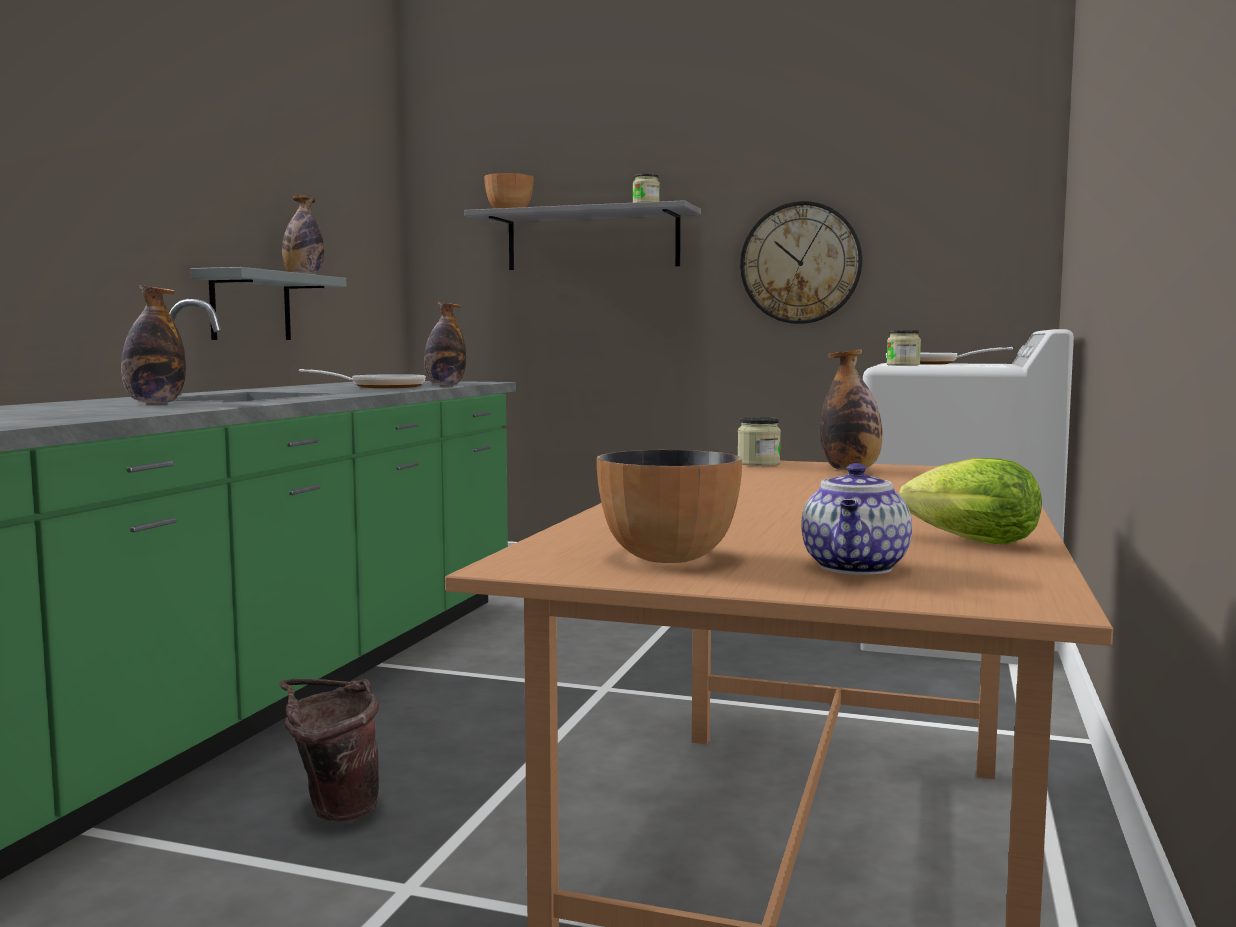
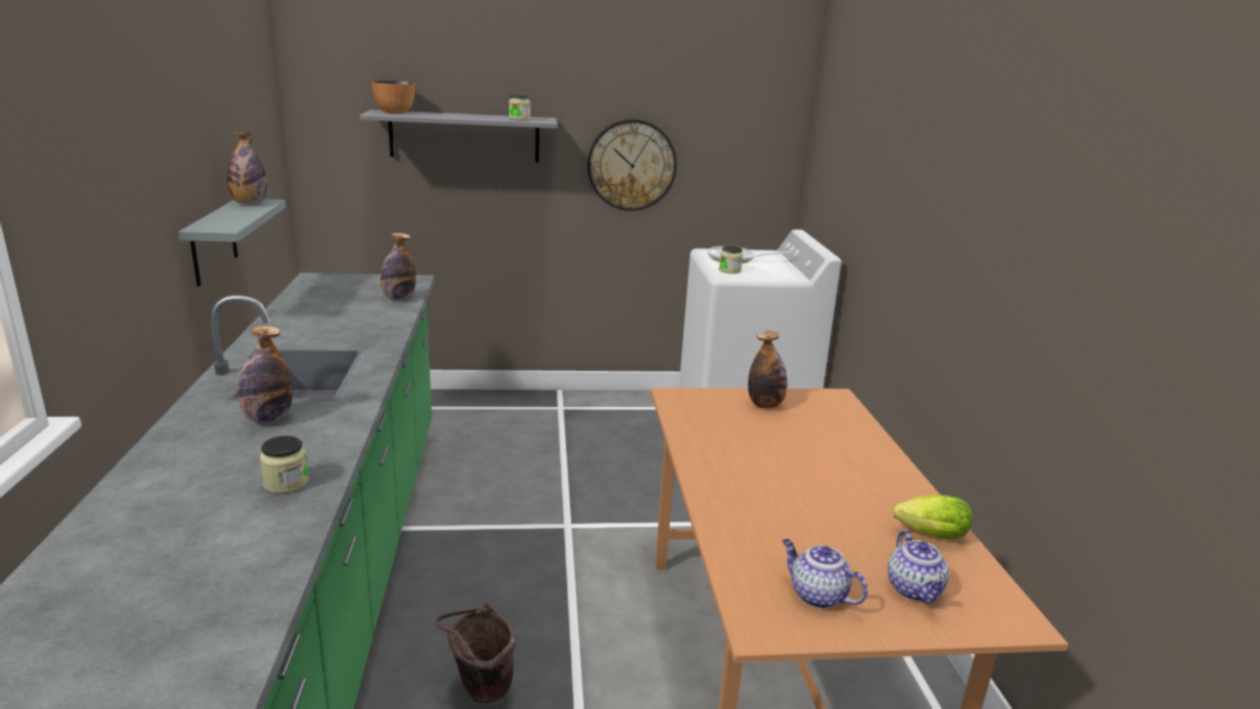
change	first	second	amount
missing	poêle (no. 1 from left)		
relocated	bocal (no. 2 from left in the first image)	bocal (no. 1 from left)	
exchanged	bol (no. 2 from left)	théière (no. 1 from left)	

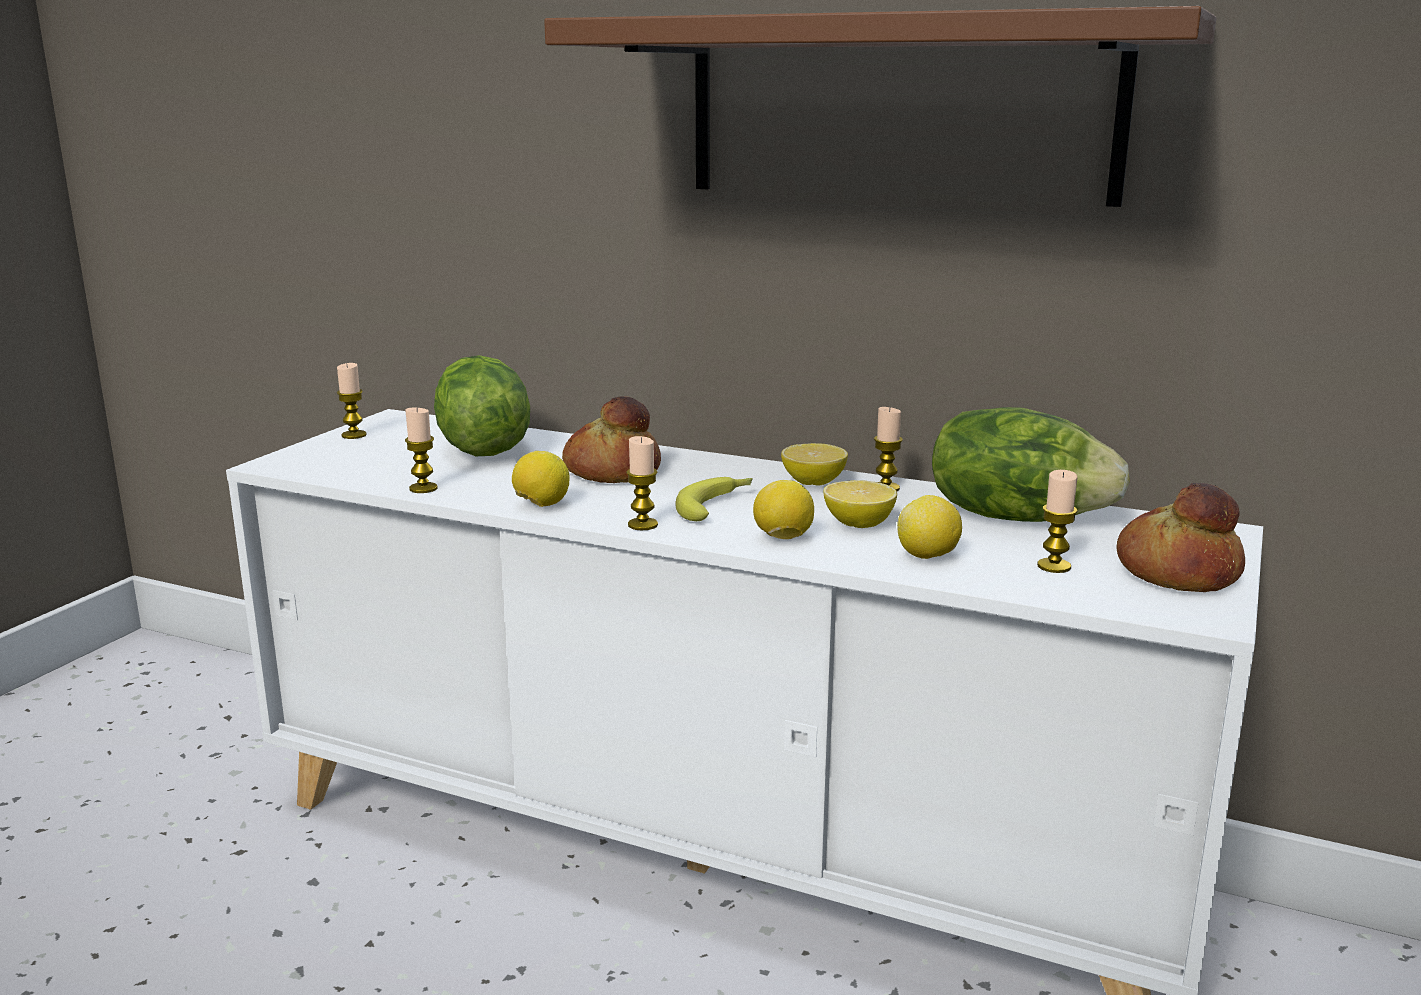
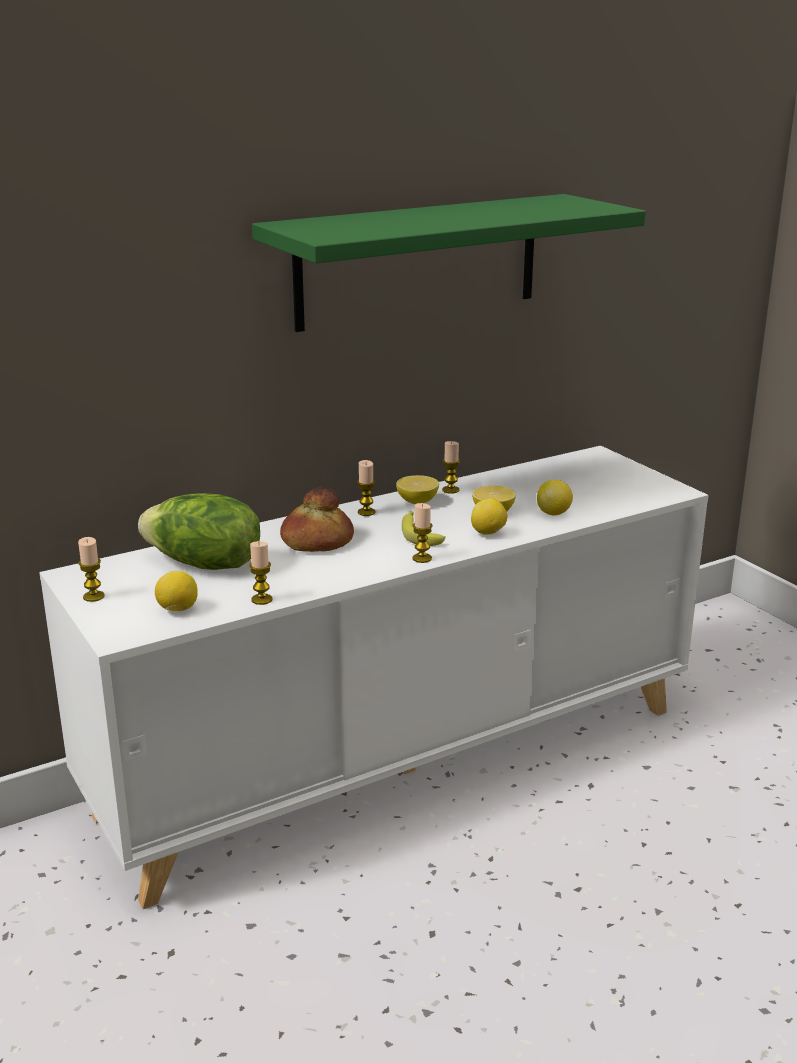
change	first	second	amount
colour	étagère (marron)	étagère (vert)	
missing	laitue (no. 2 from left)		
relocated	citron (no. 1 from left)		
relocated	bougie (no. 5 from left in the first image)	bougie (no. 3 from left)	
missing	pain (no. 2 from left)		

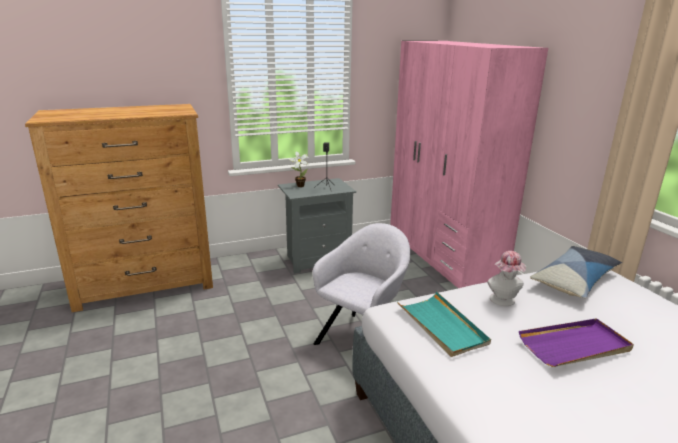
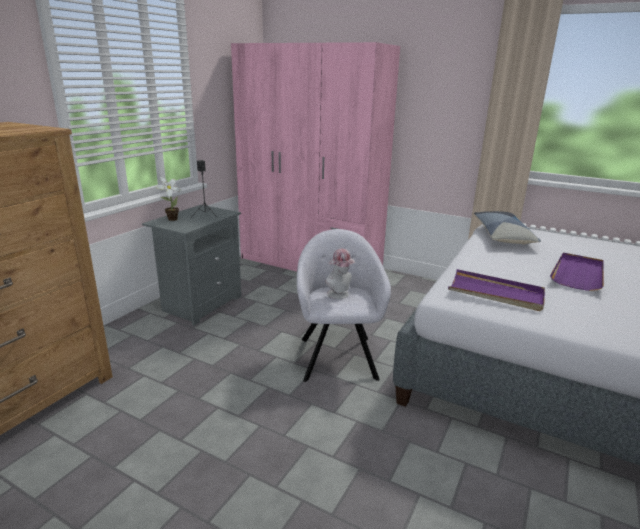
change	first	second	amount
relocated	chapeau		
colour	plateau (turquoise)	plateau (violet) (no. 1 from left)	

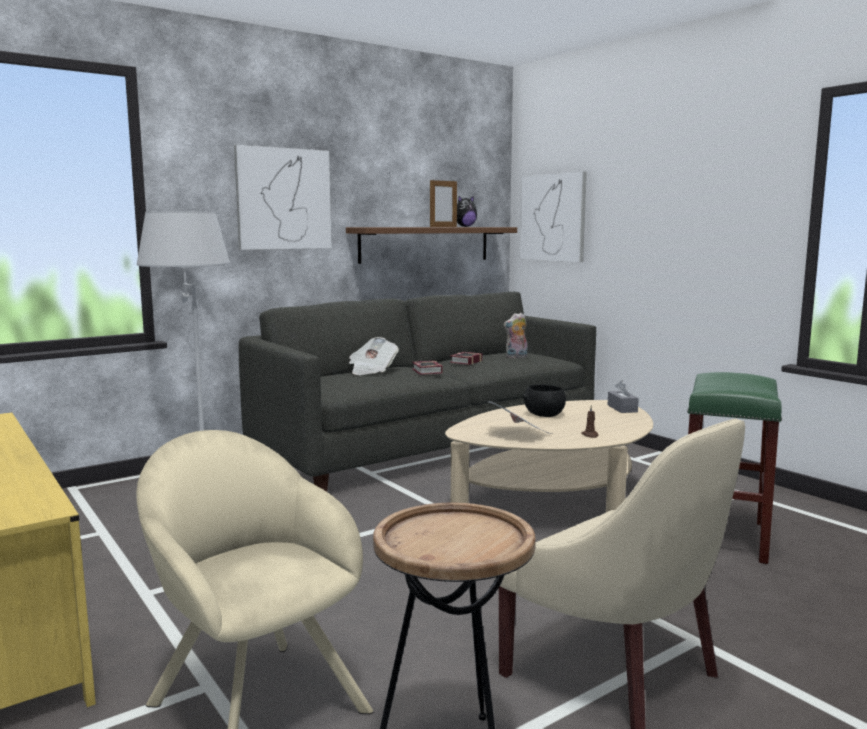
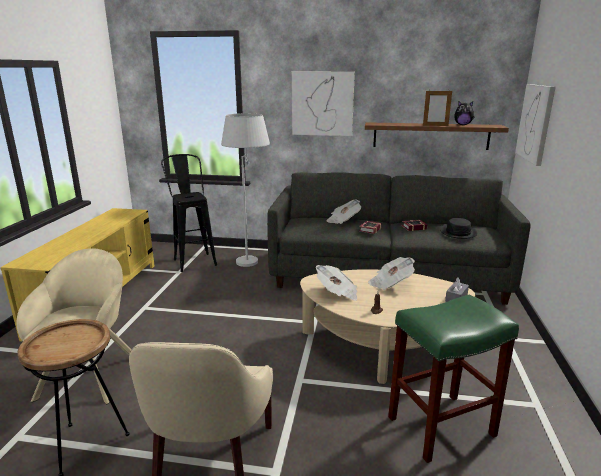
change	first	second	amount
exchanged	peluche (no. 2 from left)	chapeau (noir)	
exchanged	bol (noir)	journal (no. 3 from left)	
appeared		tabouret (noir)	

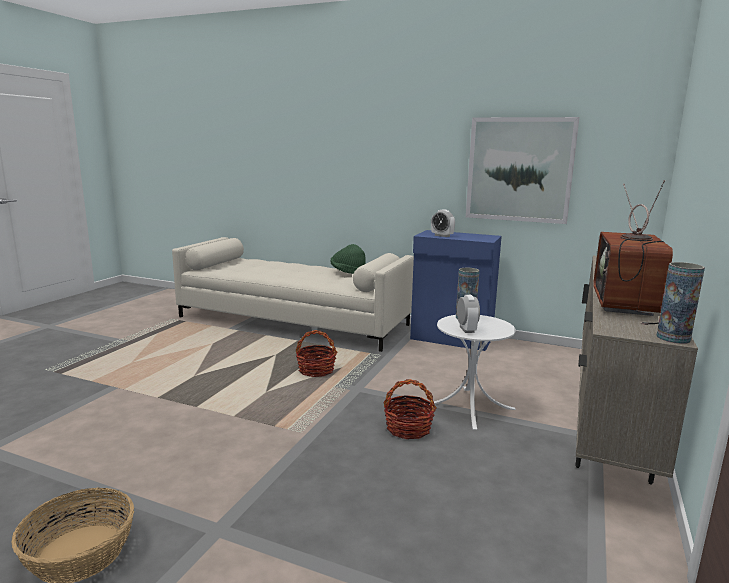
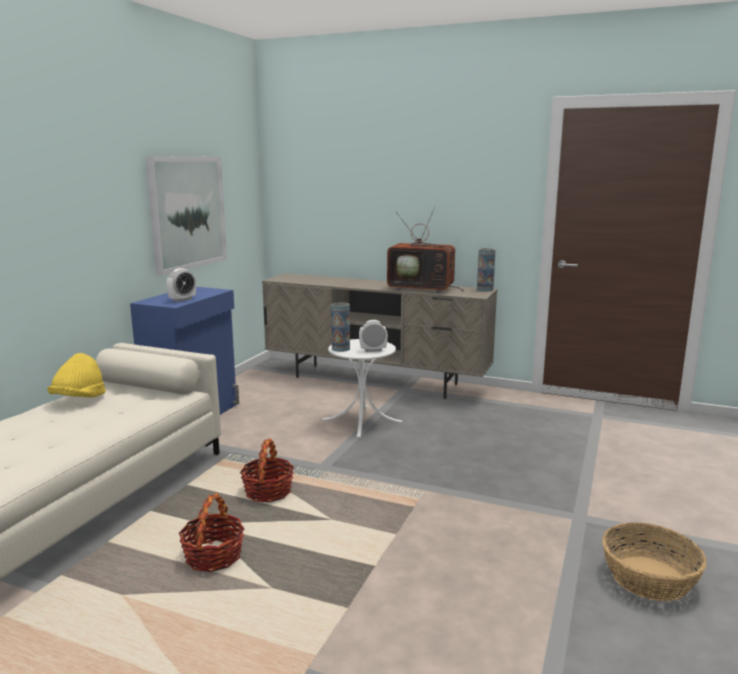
change	first	second	amount
colour	chapeau (vert)	chapeau (jaune)	
relocated	panier (no. 3 from left in the first image)	panier (no. 1 from left)	

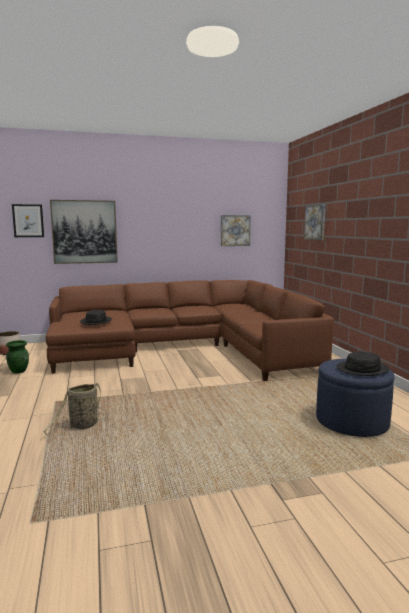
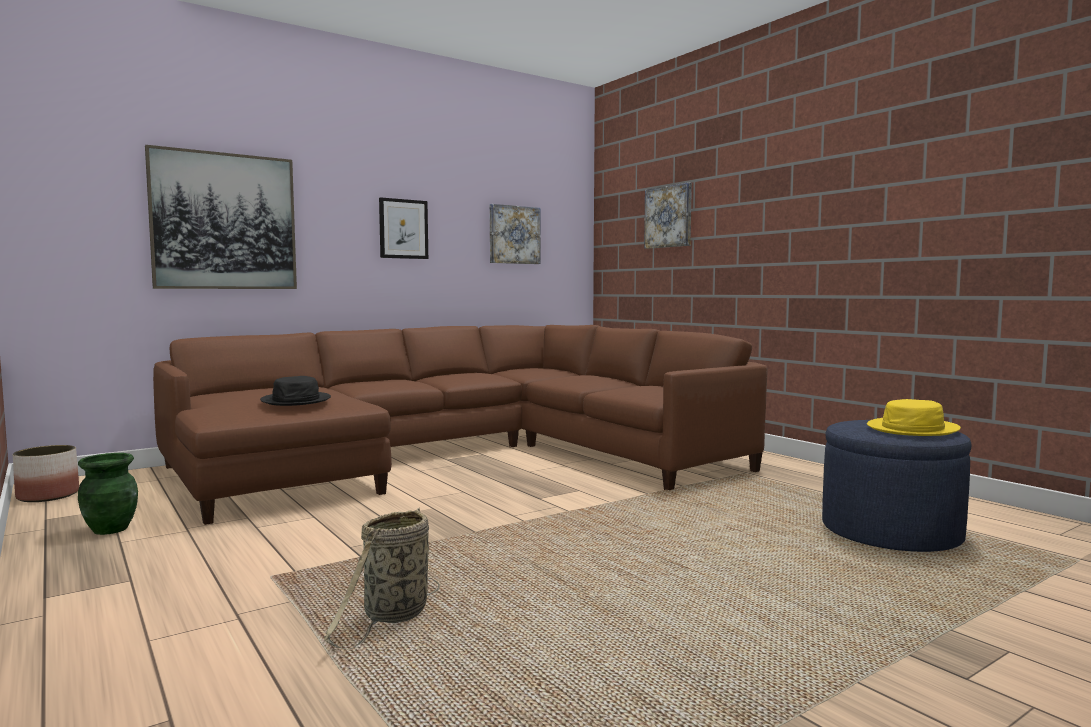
change	first	second	amount
relocated	tableau (no. 1 from left in the first image)	tableau (no. 2 from left)	
colour	chapeau (noir) (no. 2 from left)	chapeau (jaune)	

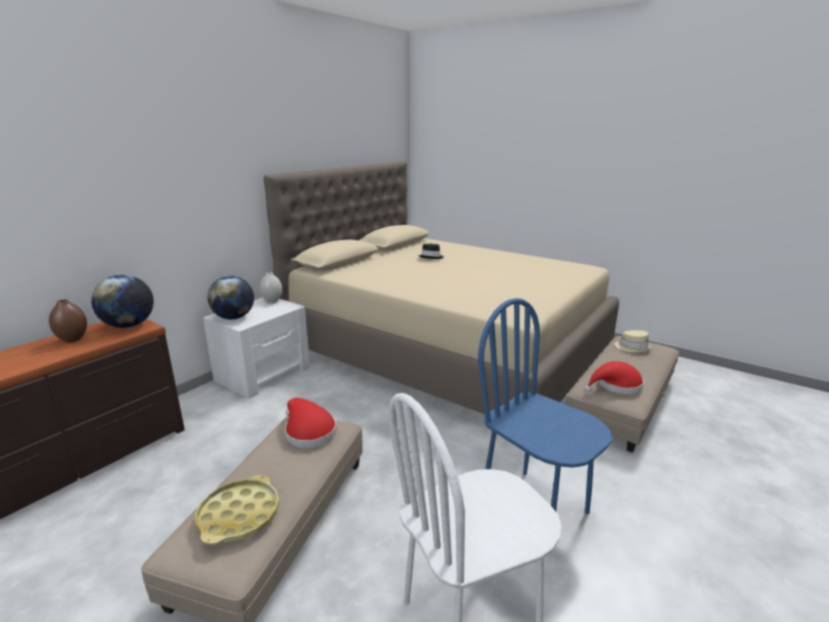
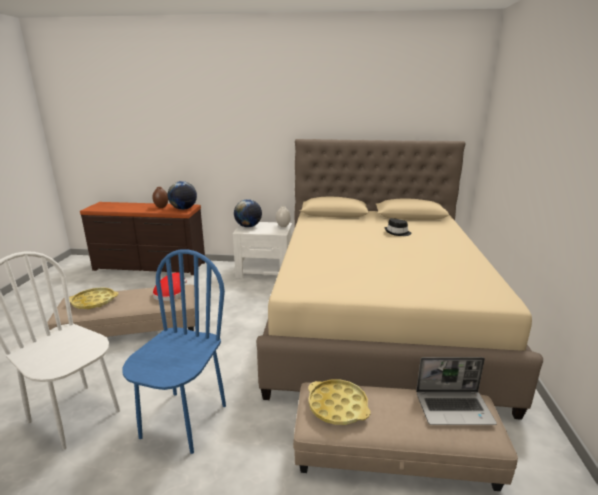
change	first	second	amount
exchanged	chapeau (beige)	ordinateur portable	
exchanged	chapeau (rouge) (no. 2 from left)	plateau (jaune) (no. 2 from left)	

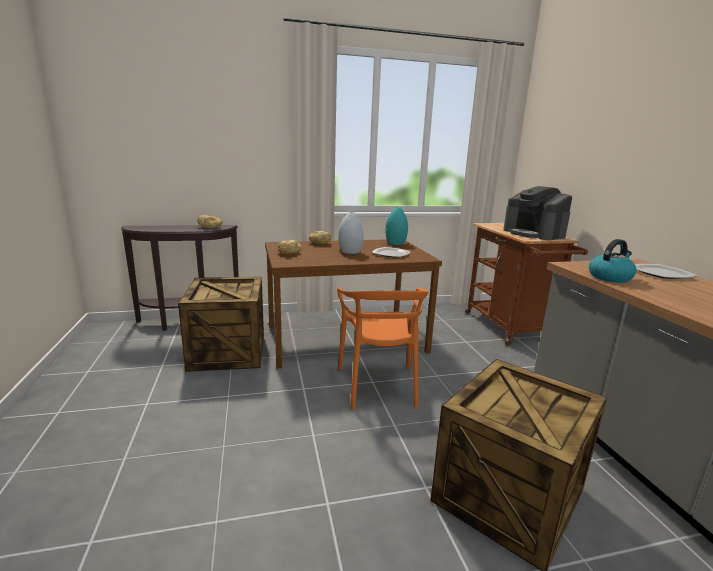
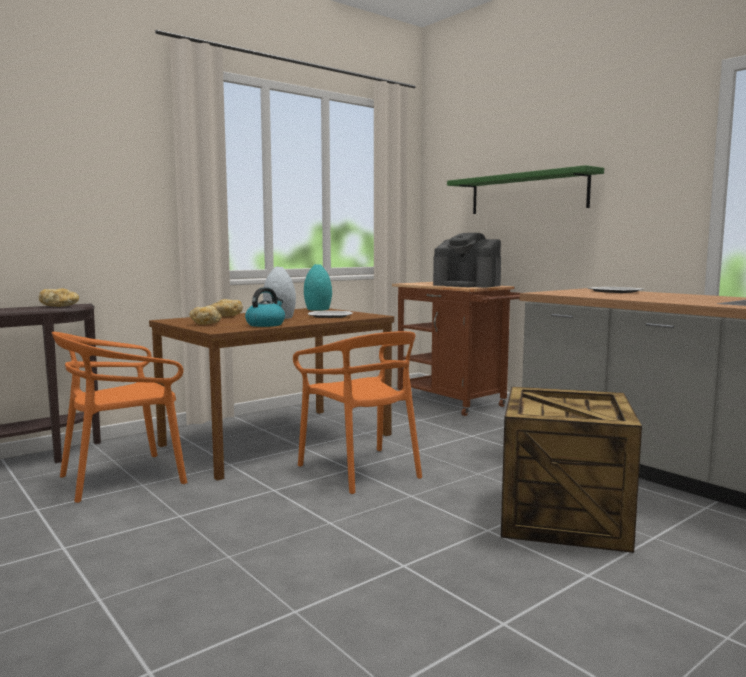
change	first	second	amount
relocated	bouilloire		
exchanged	caisse (no. 1 from left)	chaise (orange) (no. 1 from left)	
appeared		étagère (vert)	

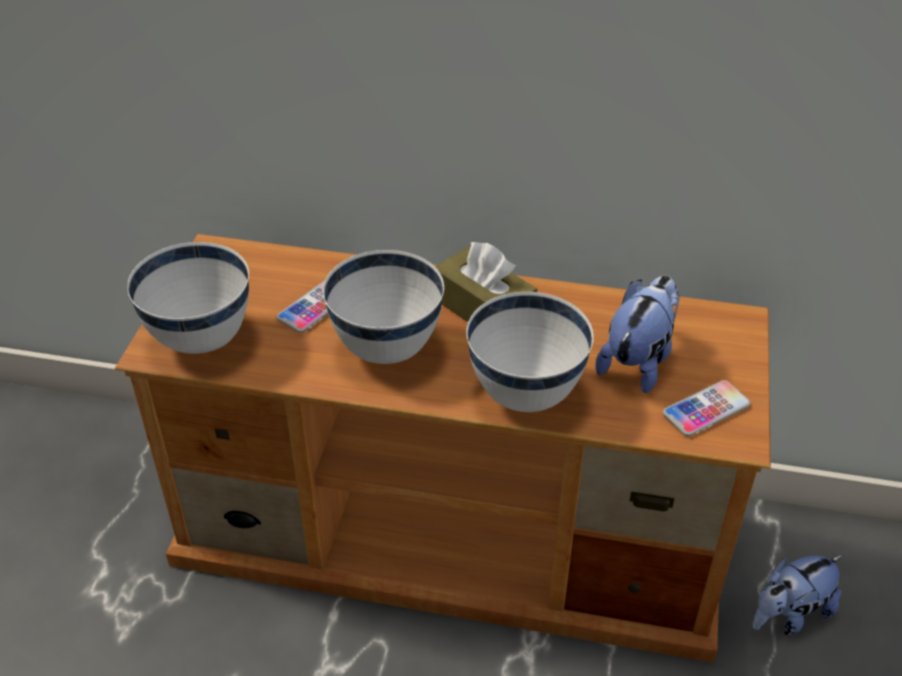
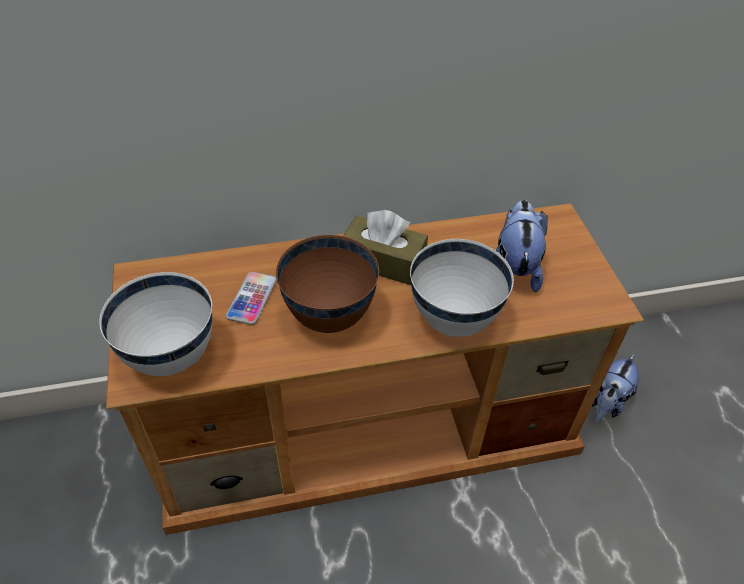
change	first	second	amount
colour	bol (blanc) (no. 2 from left)	bol (marron)	
missing	téléphone (no. 2 from left)		

